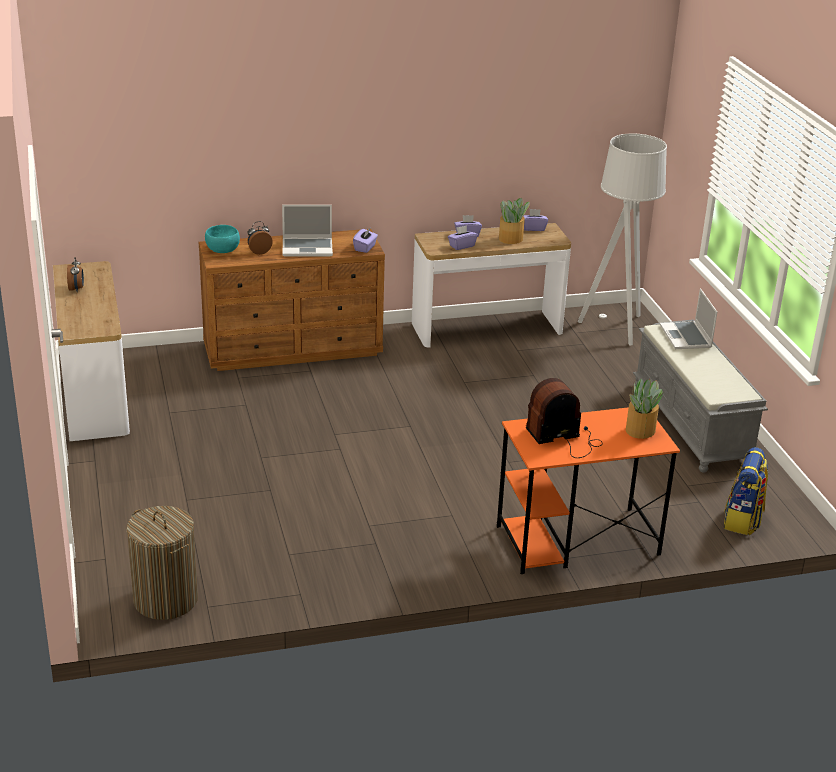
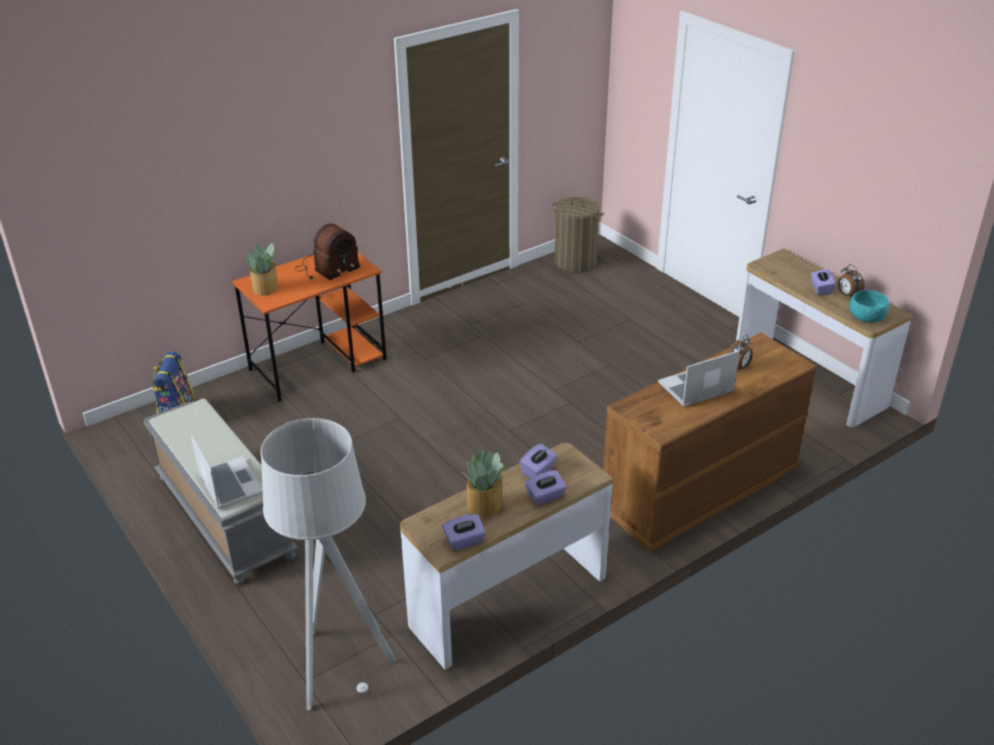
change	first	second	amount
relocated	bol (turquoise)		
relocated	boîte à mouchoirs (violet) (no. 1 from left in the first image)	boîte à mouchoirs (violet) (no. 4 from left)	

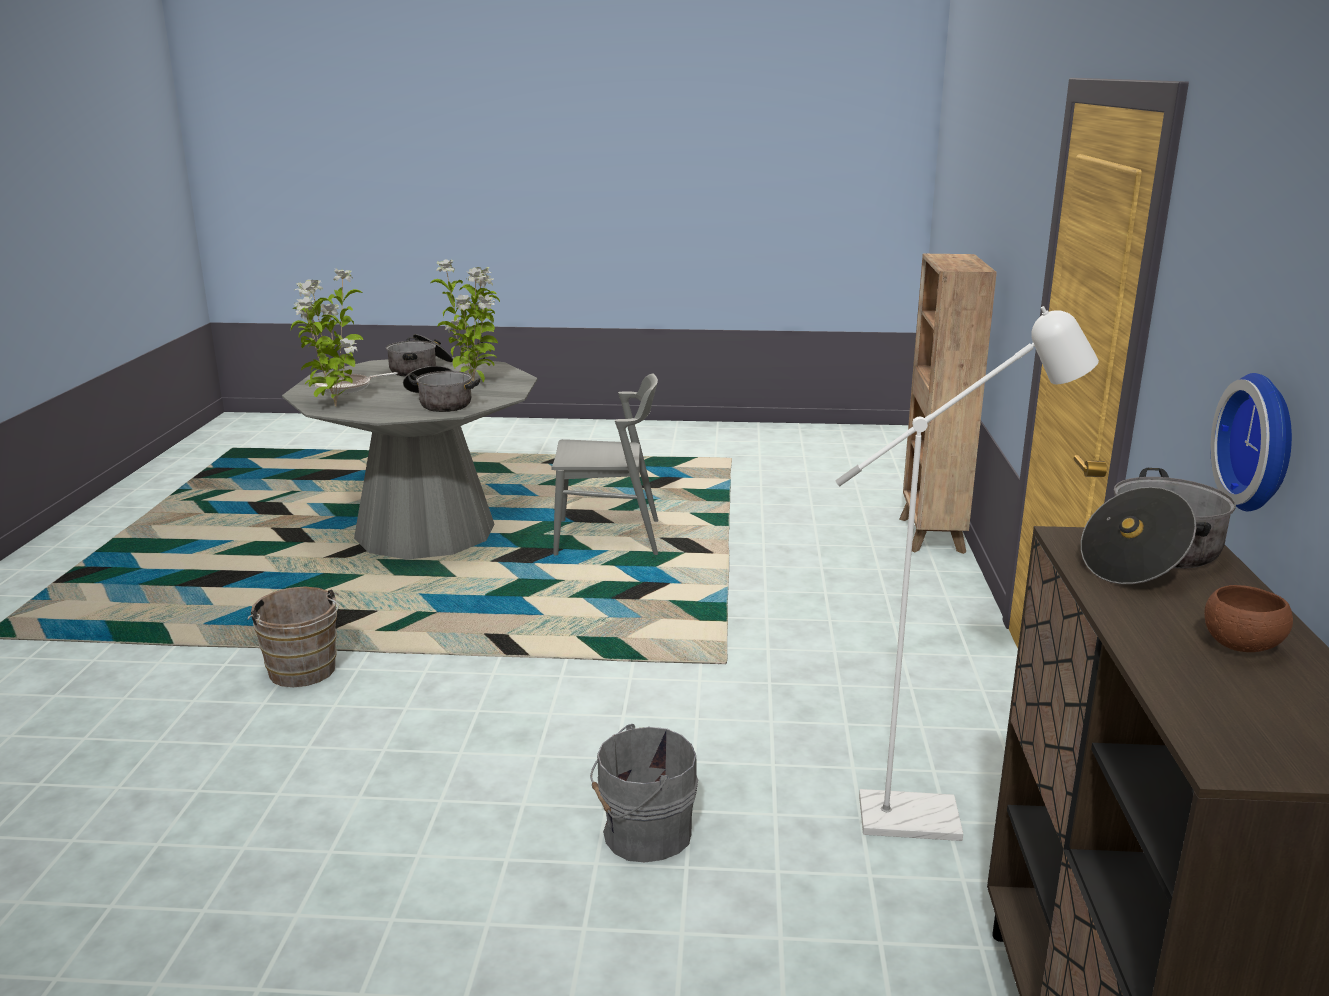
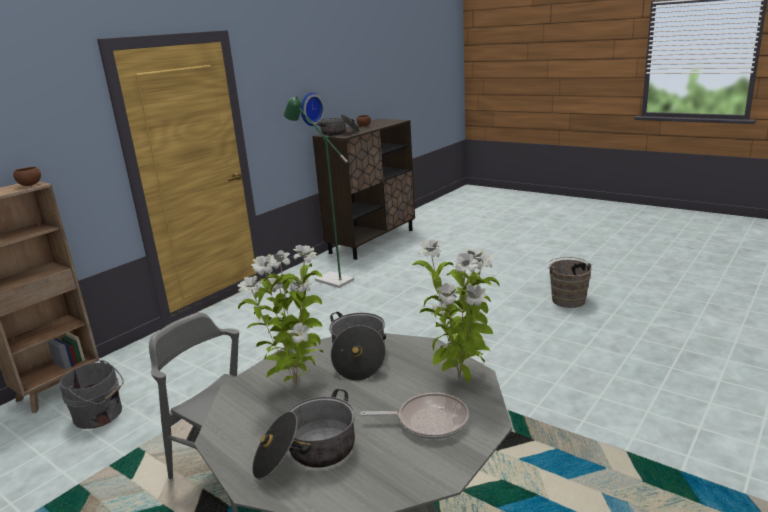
change	first	second	amount
colour	lampadaire (blanc)	lampadaire (vert)	
relocated	seau (marron)		
relocated	seau (gris)		
appeared		bol (marron) (no. 1 from left)	

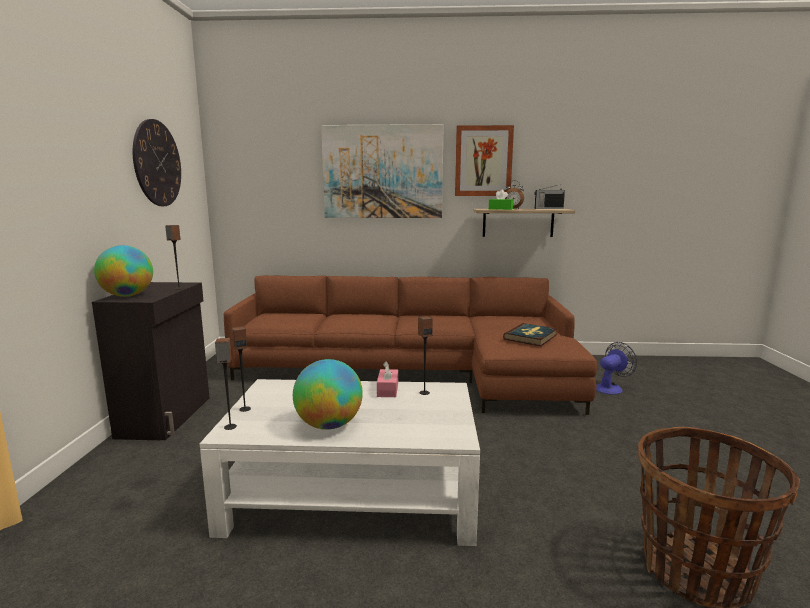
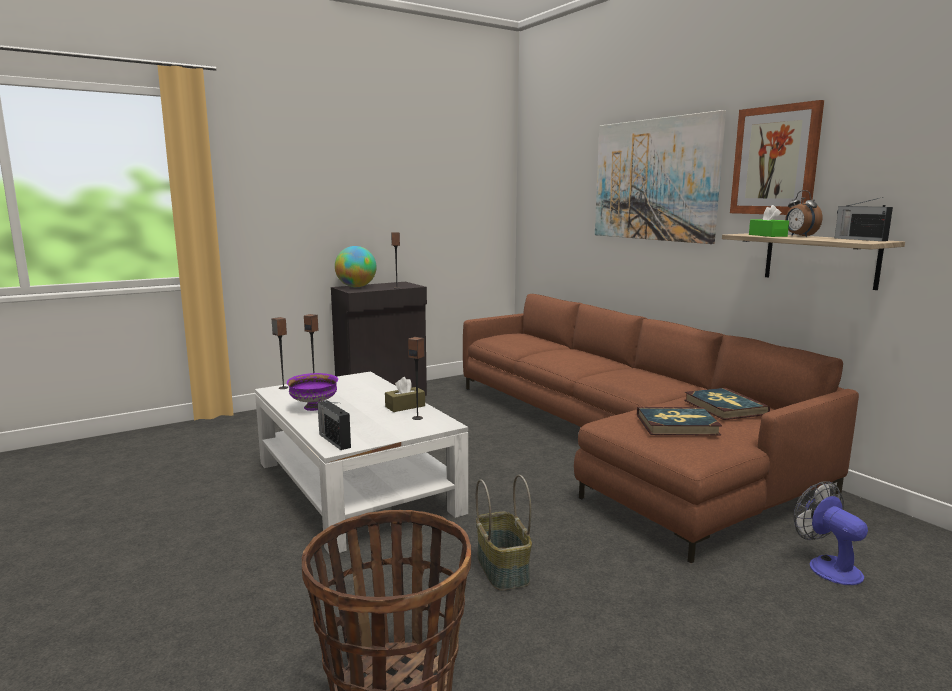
change	first	second	amount
missing	horloge murale		
spun	ventilateur		135 degrees counterclockwise
exchanged	globe (no. 2 from left)	bol (violet)	
colour	boîte à mouchoirs (rose)	boîte à mouchoirs (marron)	
appeared		livre (no. 2 from left)	
appeared		radio (no. 1 from left)	
appeared		panier (no. 2 from left)	

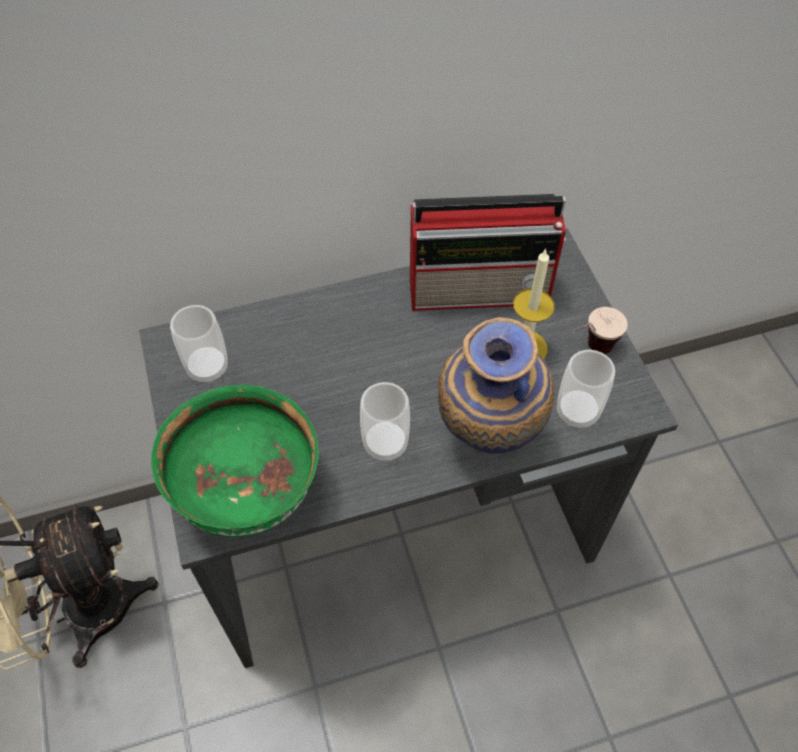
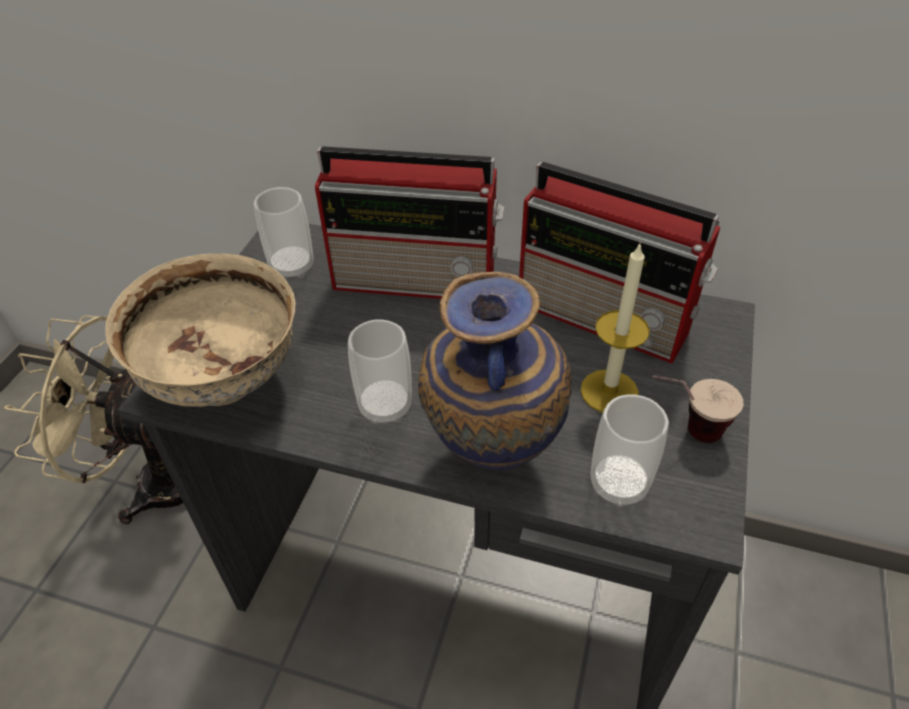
change	first	second	amount
colour	bol (vert)	bol (beige)	
appeared		radio (no. 1 from left)	

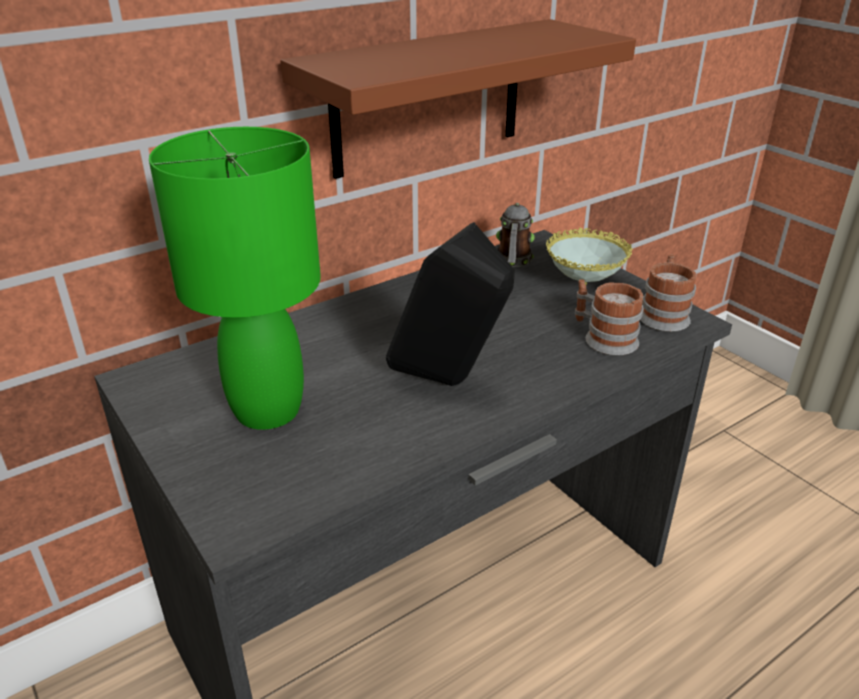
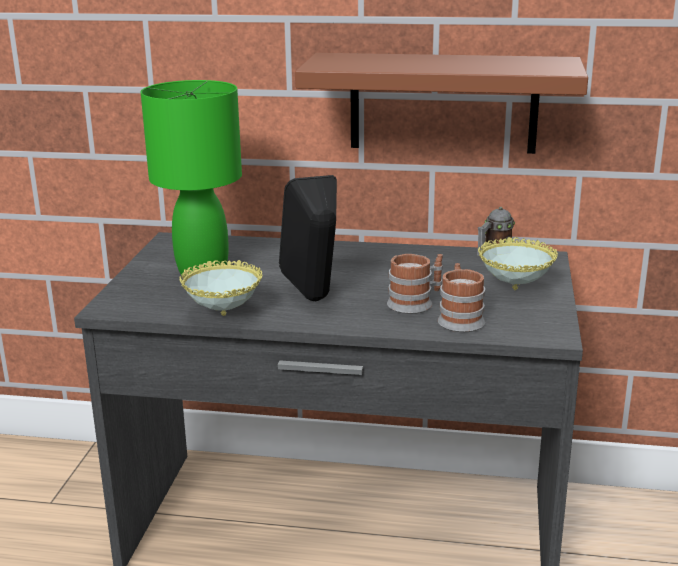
change	first	second	amount
relocated	mug (no. 3 from left in the first image)	mug (no. 1 from left)	
appeared		bol (no. 1 from left)	

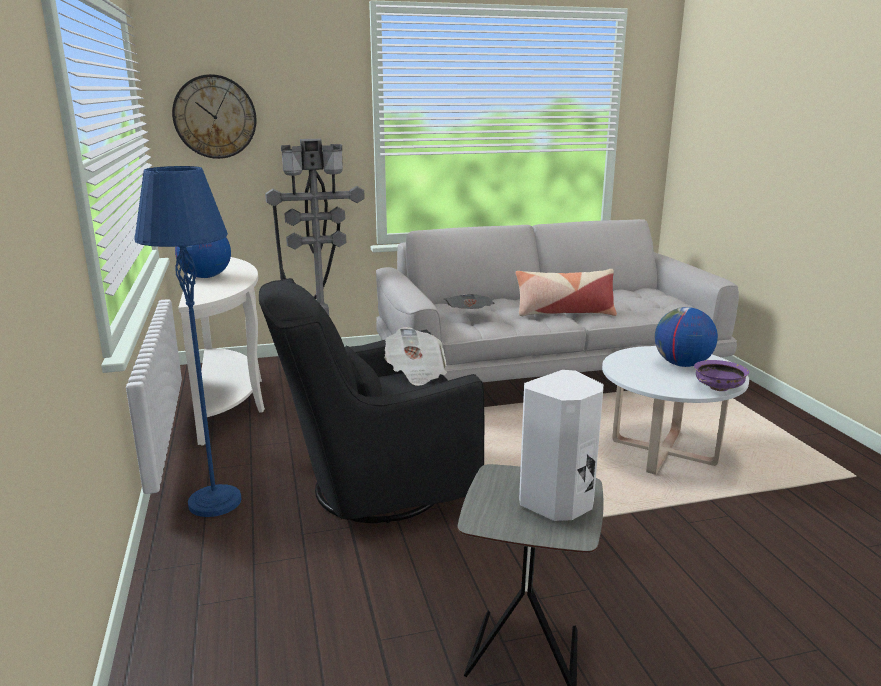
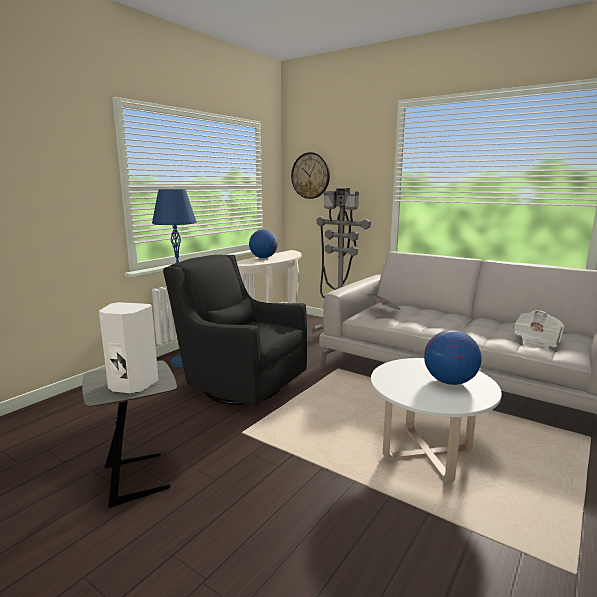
change	first	second	amount
missing	coussin		
relocated	journal (no. 1 from left in the first image)	journal (no. 2 from left)	
missing	bol (violet)		

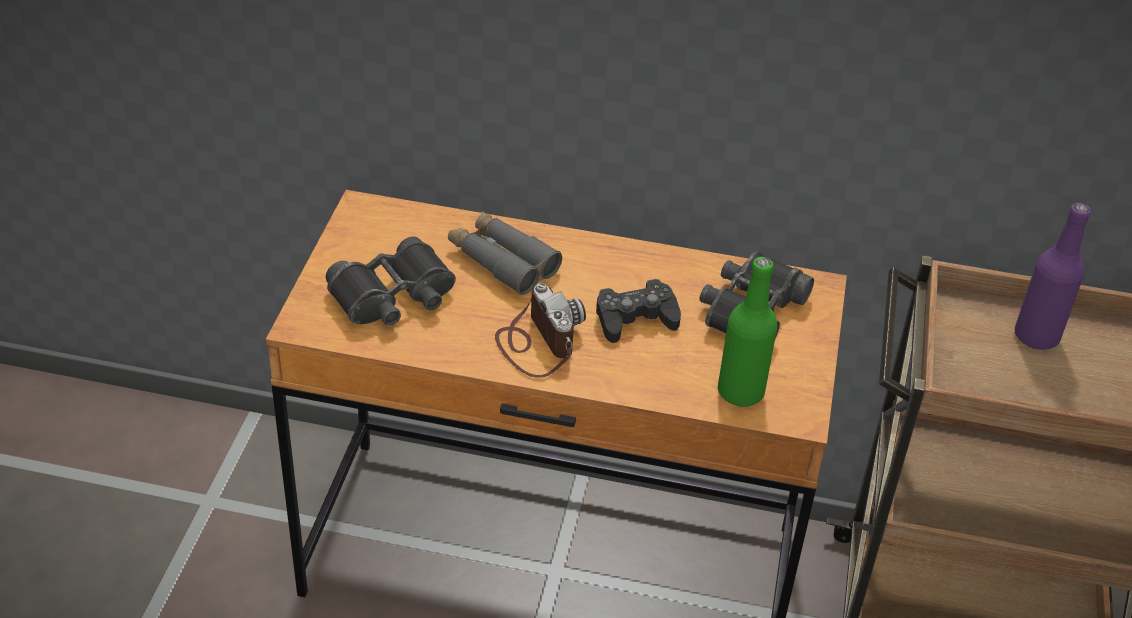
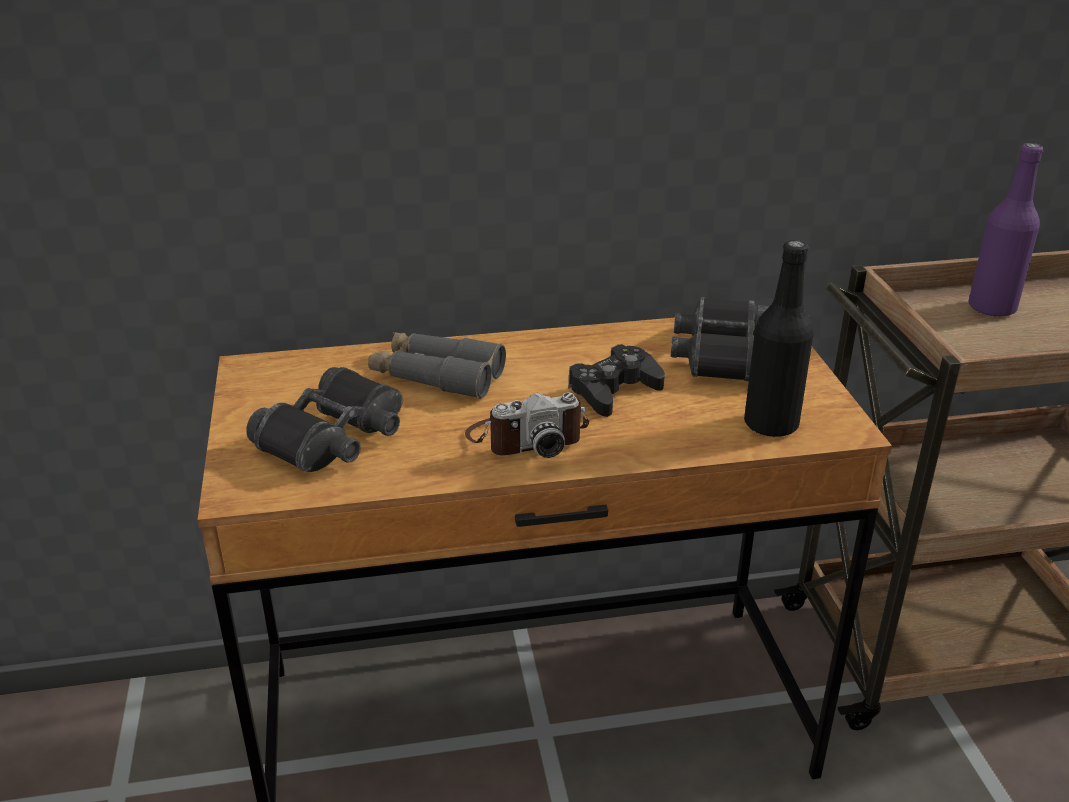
change	first	second	amount
colour	bouteille (vert)	bouteille (noir)	
spun	appareil photo		120 degrees clockwise

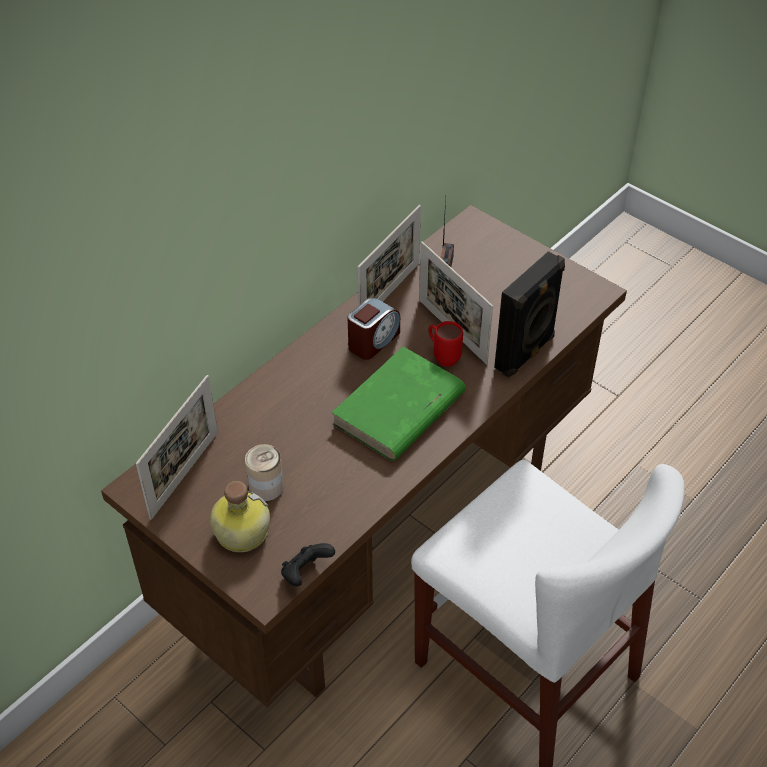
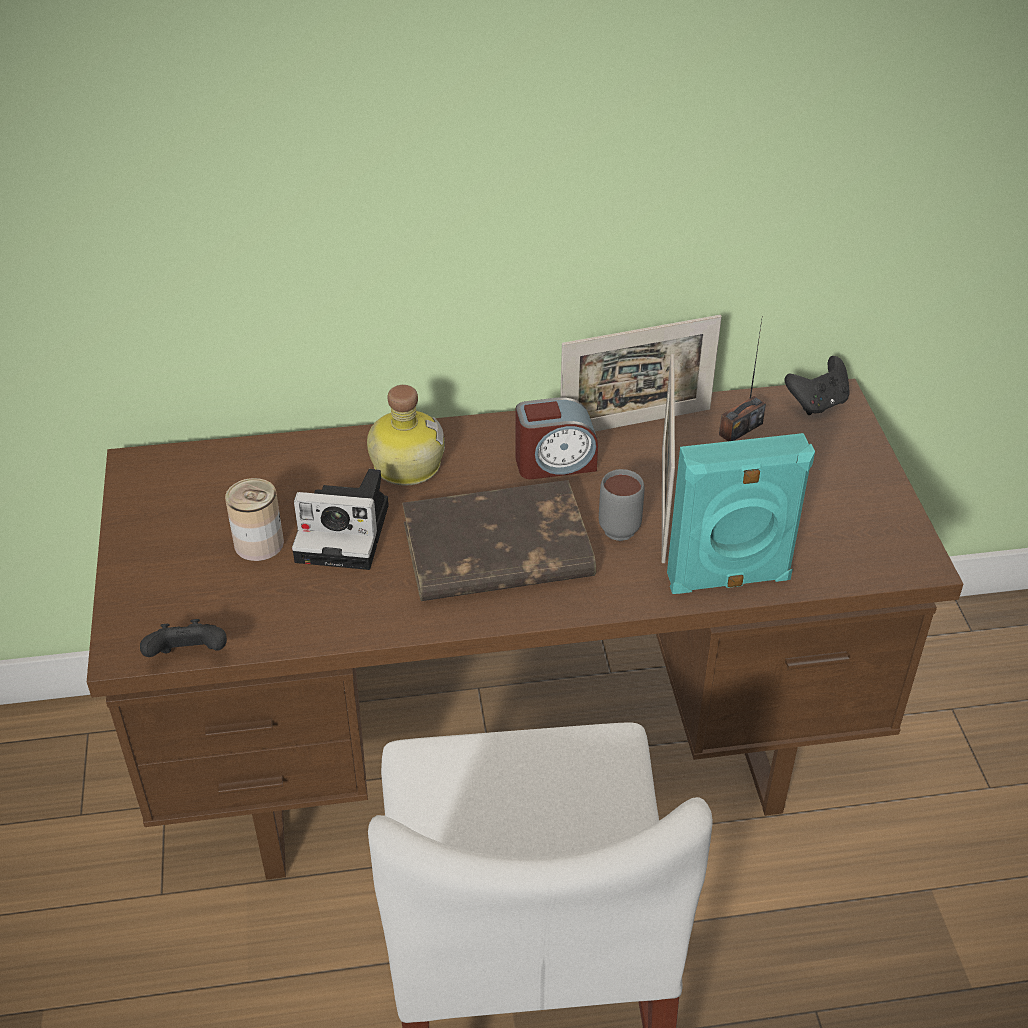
change	first	second	amount
colour	enceinte (noir)	enceinte (turquoise)	
colour	mug (rouge)	mug (gris)	
colour	livre (vert)	livre (marron)	
missing	cadre photo (no. 1 from left)		
relocated	bouteille		
appeared		manette (noir) (no. 2 from left)	
appeared		appareil photo	

